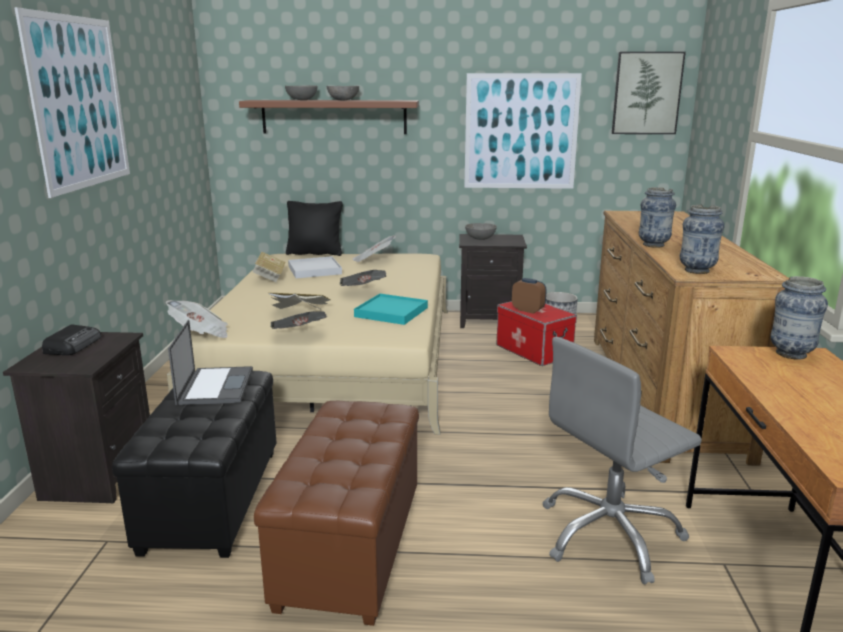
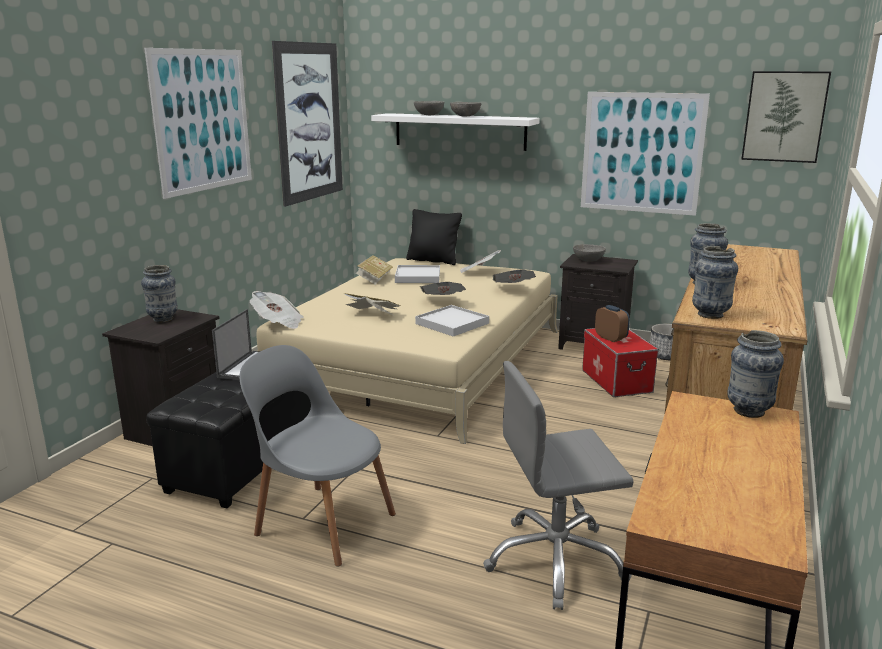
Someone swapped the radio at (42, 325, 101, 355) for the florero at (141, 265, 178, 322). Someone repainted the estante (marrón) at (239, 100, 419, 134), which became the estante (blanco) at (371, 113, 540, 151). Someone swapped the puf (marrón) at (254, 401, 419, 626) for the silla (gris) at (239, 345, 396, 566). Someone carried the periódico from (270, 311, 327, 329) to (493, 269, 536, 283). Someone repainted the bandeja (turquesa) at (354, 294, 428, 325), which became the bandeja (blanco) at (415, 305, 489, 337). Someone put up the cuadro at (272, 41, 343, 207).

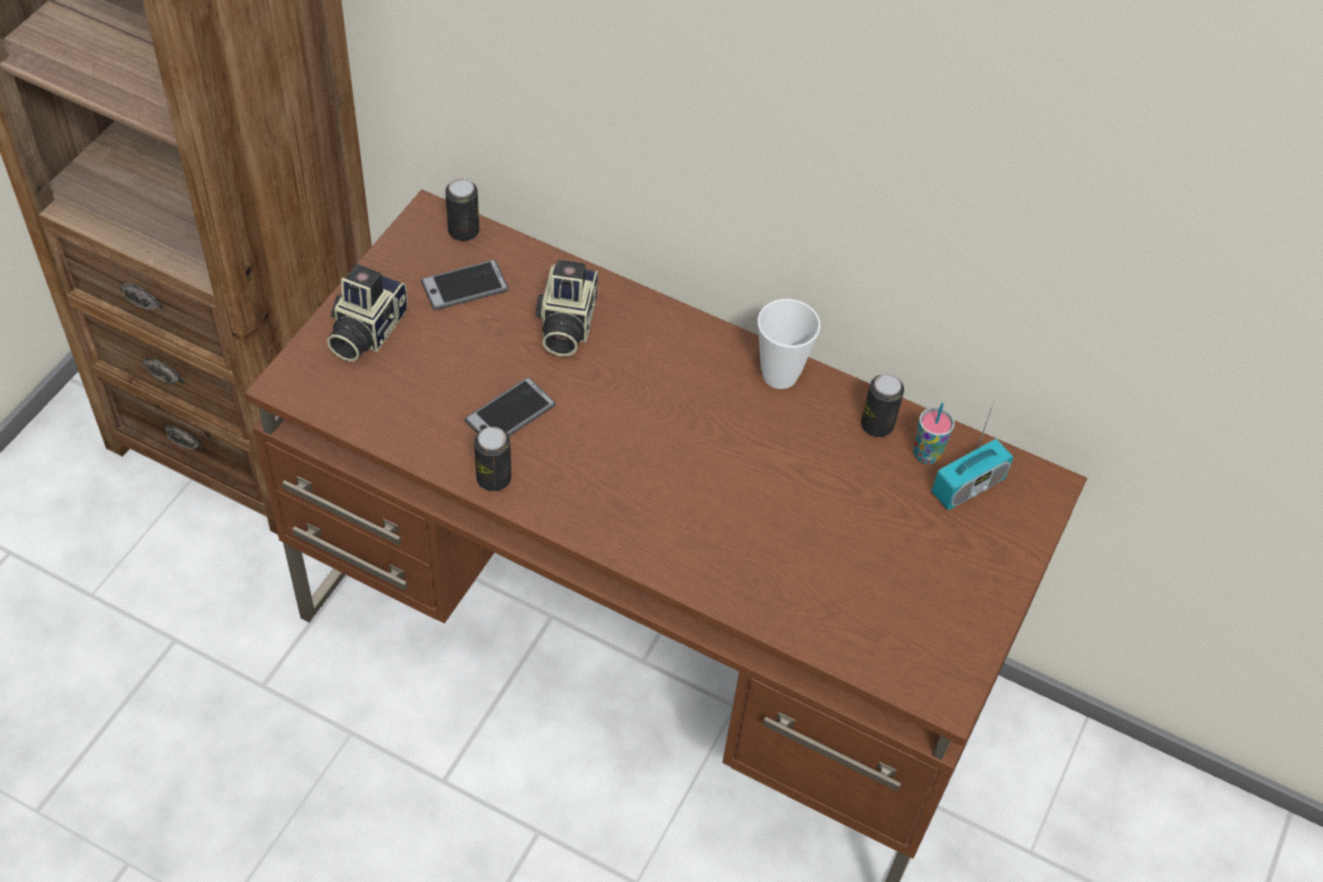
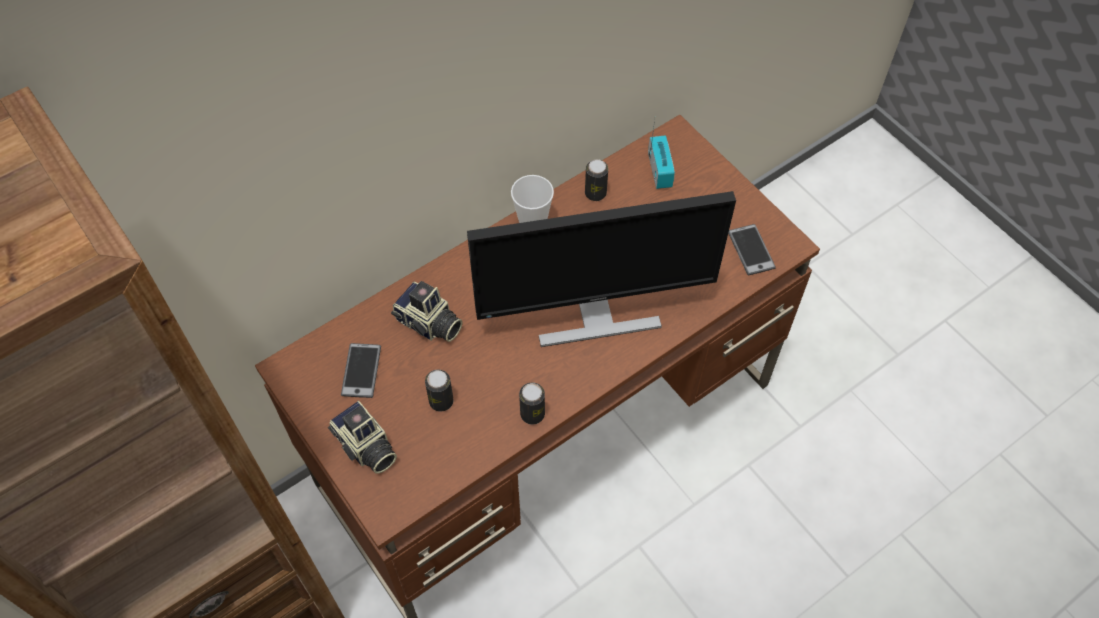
Someone carried the lata from (445, 178, 479, 241) to (425, 370, 454, 412). Someone carried the móvil from (464, 377, 556, 436) to (728, 224, 776, 276). Someone took away the taza at (914, 403, 955, 464). Someone put down the monitor at (467, 191, 736, 347).

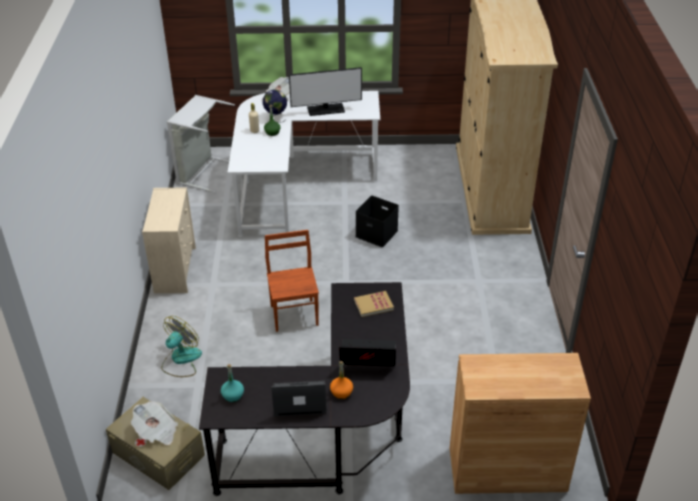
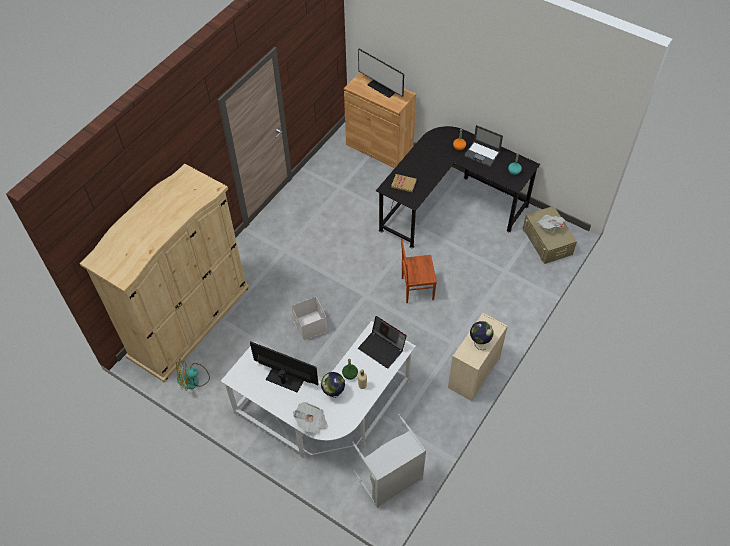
Someone carried the ventilador from (161, 316, 202, 377) to (176, 359, 210, 391). Someone rotated the silla (marrón) at (265, 230, 319, 332) by 60 degrees clockwise. Someone carried the portátil from (339, 339, 396, 366) to (358, 316, 407, 368). Someone repainted the caja de almacenaje (negro) at (356, 196, 399, 247), which became the caja de almacenaje (blanco) at (291, 297, 327, 341). Someone put down the monitor at (358, 49, 404, 98). Someone put down the globo terráqueo at (470, 321, 494, 350).

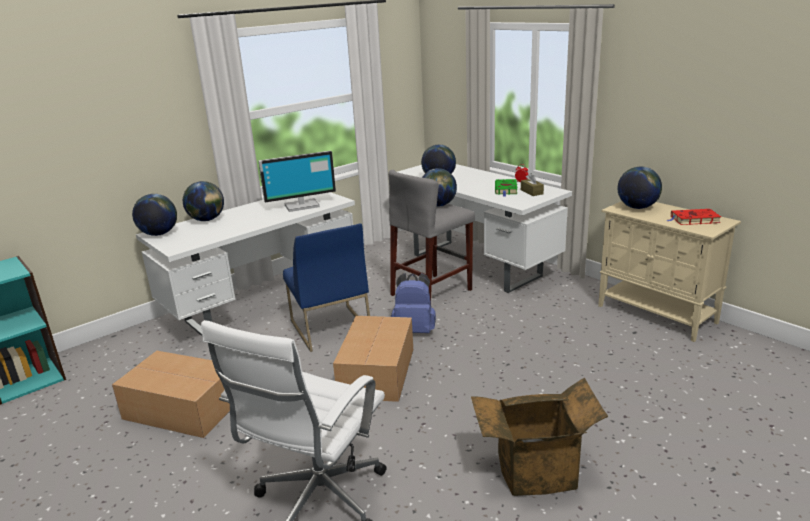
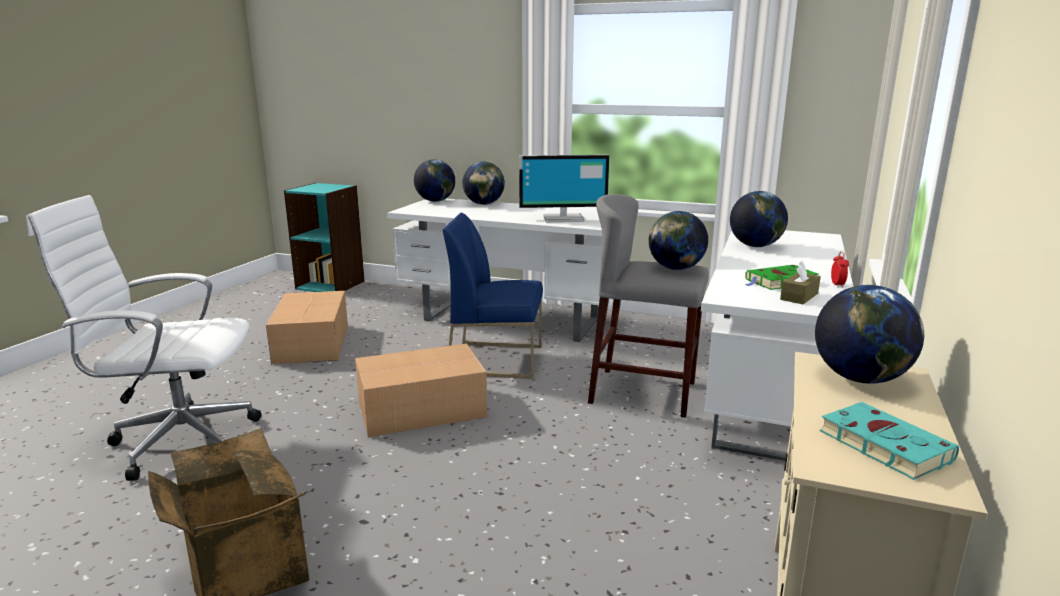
Someone rotated the monitor at (258, 151, 336, 212) by 45 degrees counterclockwise. Someone rotated the silla (azul) at (283, 224, 370, 352) by 60 degrees clockwise. Someone took away the mochila (azul) at (391, 273, 436, 333). Someone repainted the libro (rojo) at (667, 209, 721, 225), which became the libro (turquesa) at (820, 402, 959, 480).

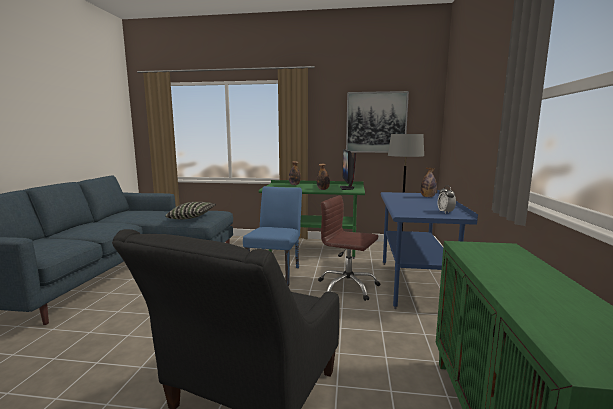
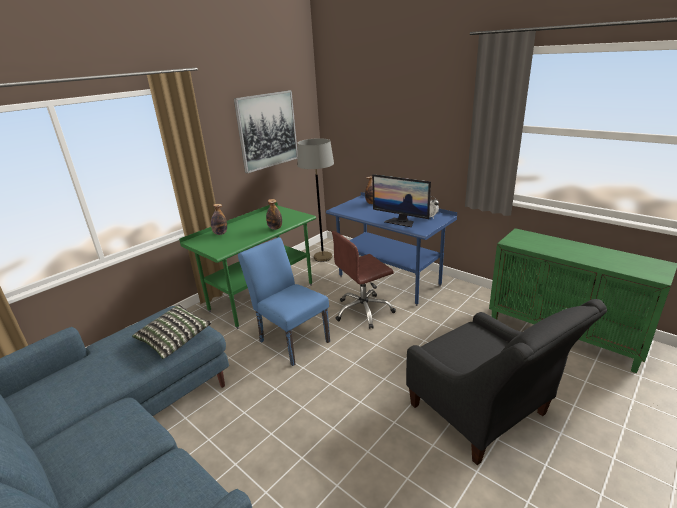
Someone carried the monitor from (340, 149, 356, 190) to (372, 174, 431, 227).

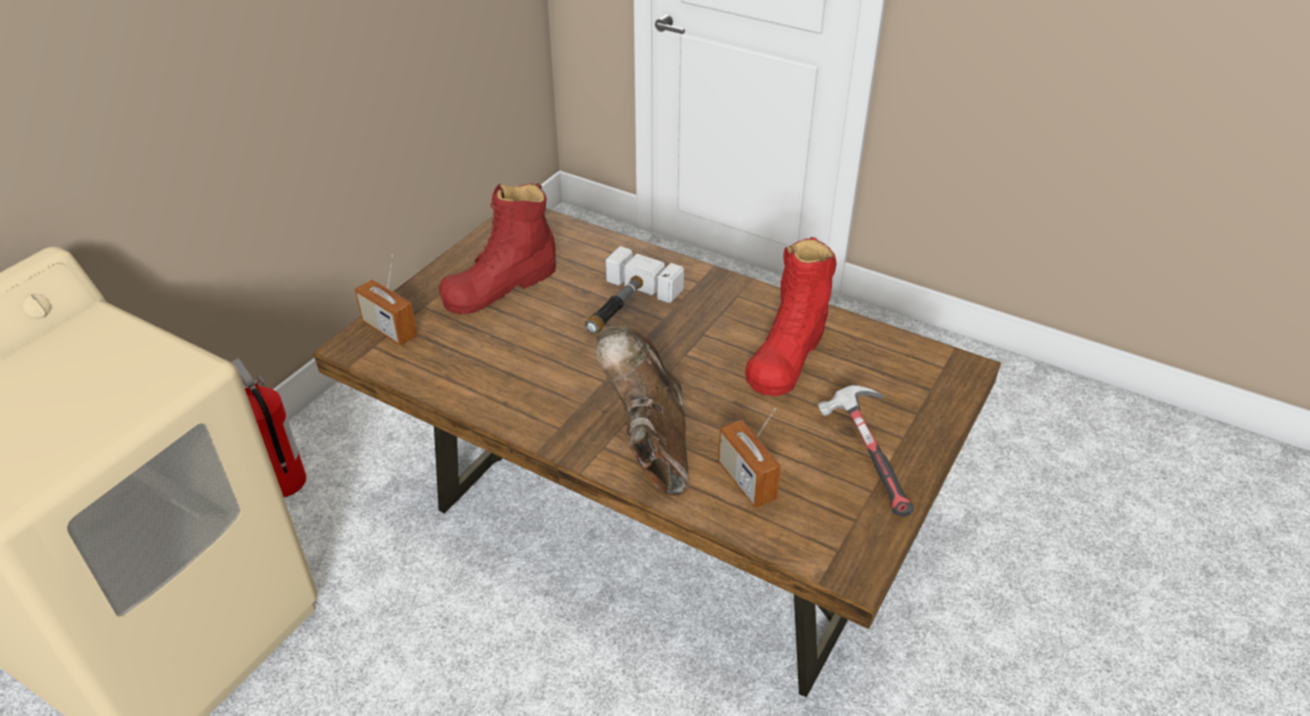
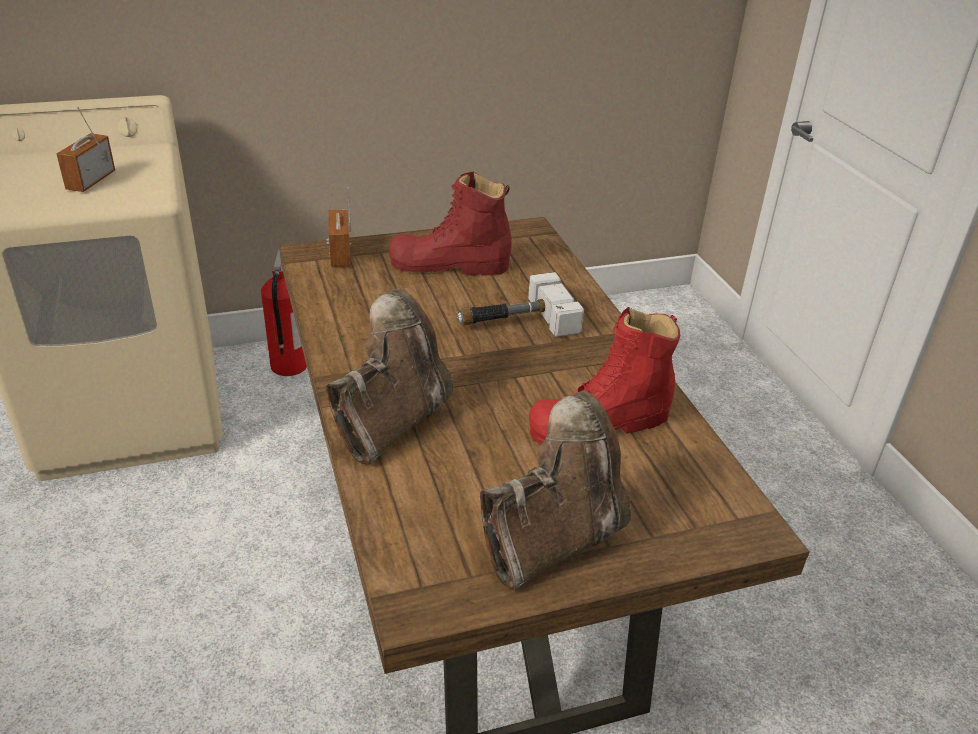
Someone carried the radio from (718, 408, 781, 508) to (57, 106, 115, 192). Someone swapped the martillo at (818, 385, 914, 517) for the bota (marrón) at (480, 391, 631, 590).

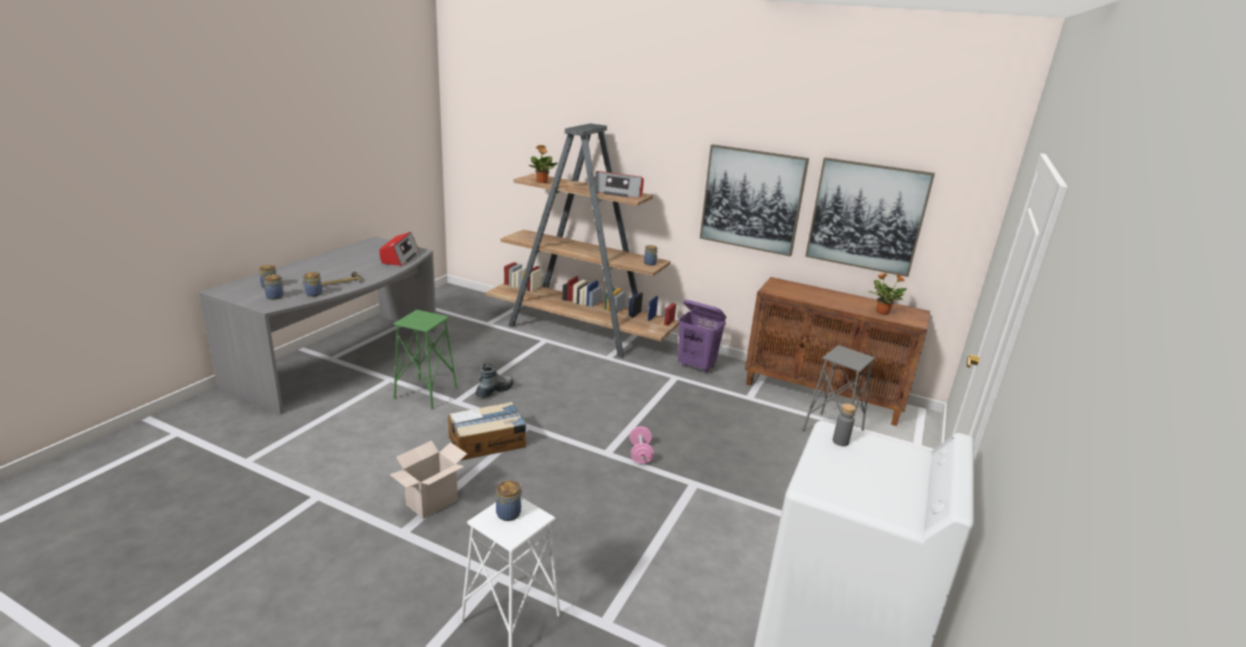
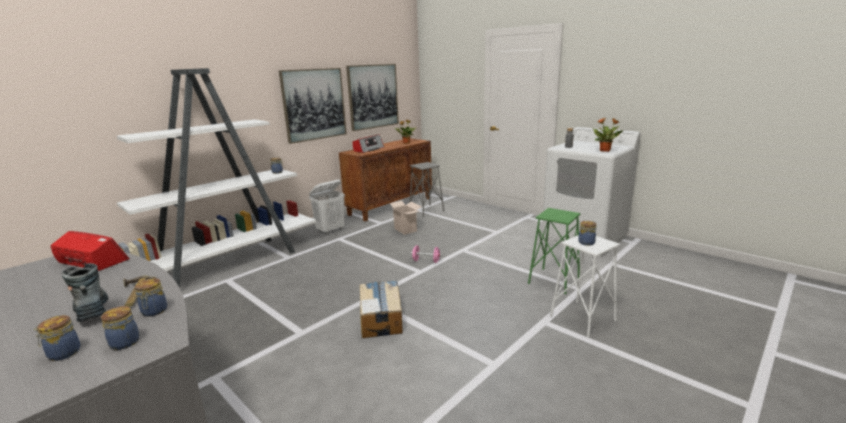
Someone carried the caja de cartón from (390, 441, 467, 519) to (388, 201, 422, 235). Someone carried the taburete (verde) from (394, 310, 457, 409) to (528, 208, 580, 294). Someone carried the bota from (475, 363, 513, 398) to (61, 263, 108, 322). Someone repainted the estantería (marrón) at (486, 123, 679, 358), which became the estantería (blanco) at (117, 68, 316, 288). Someone carried the planta en maceta from (529, 145, 558, 183) to (592, 118, 623, 152). Someone carried the radio from (595, 171, 644, 198) to (353, 134, 384, 153). Someone repainted the cesto de la ropa (morado) at (678, 300, 726, 374), which became the cesto de la ropa (blanco) at (309, 180, 345, 235).

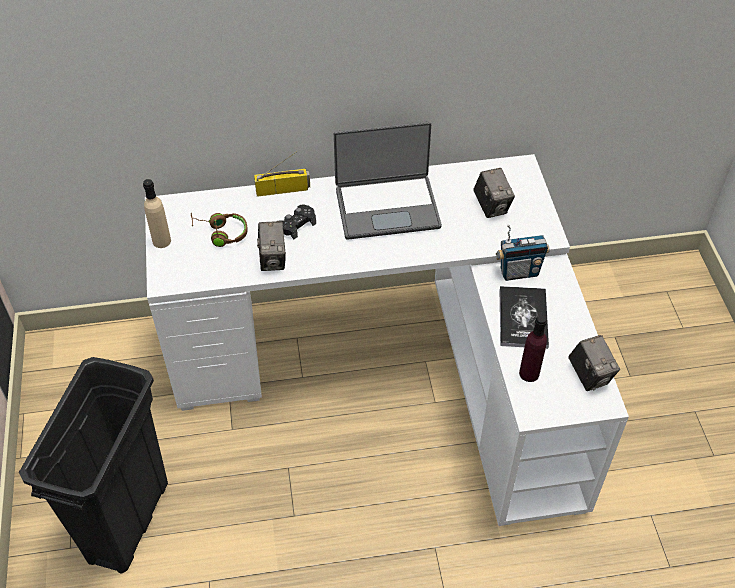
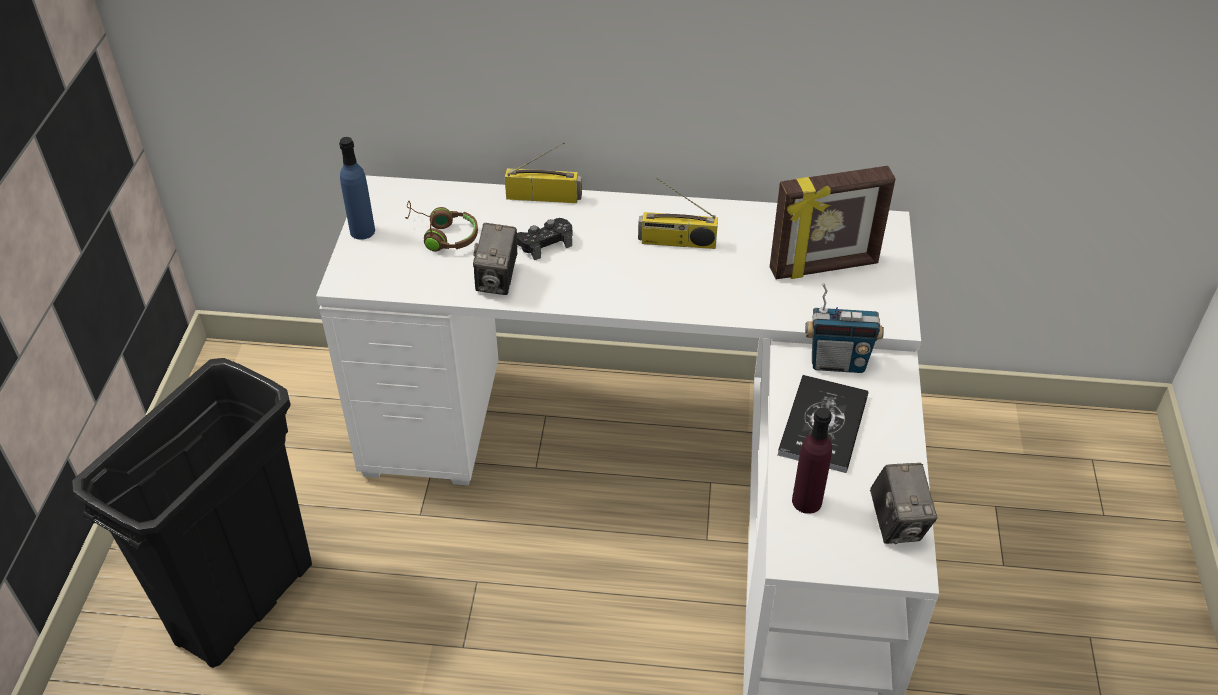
Someone repainted the botella (beis) at (143, 179, 171, 248), which became the botella (azul) at (339, 137, 375, 240). Someone swapped the portátil at (334, 121, 442, 239) for the radio at (638, 178, 718, 249). Someone swapped the cámara at (473, 168, 515, 218) for the portarretratos at (770, 166, 896, 280).

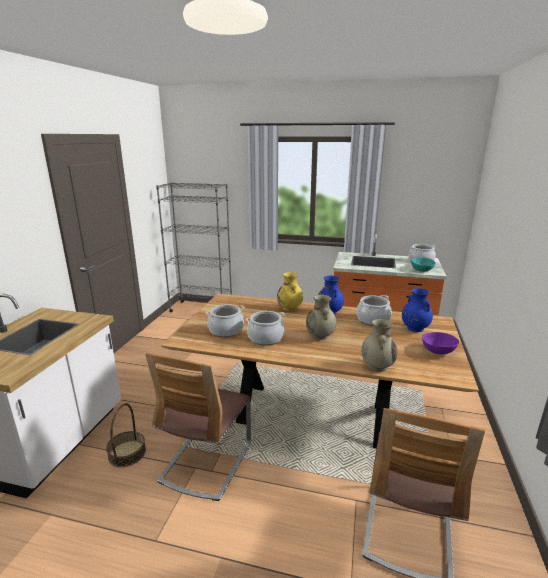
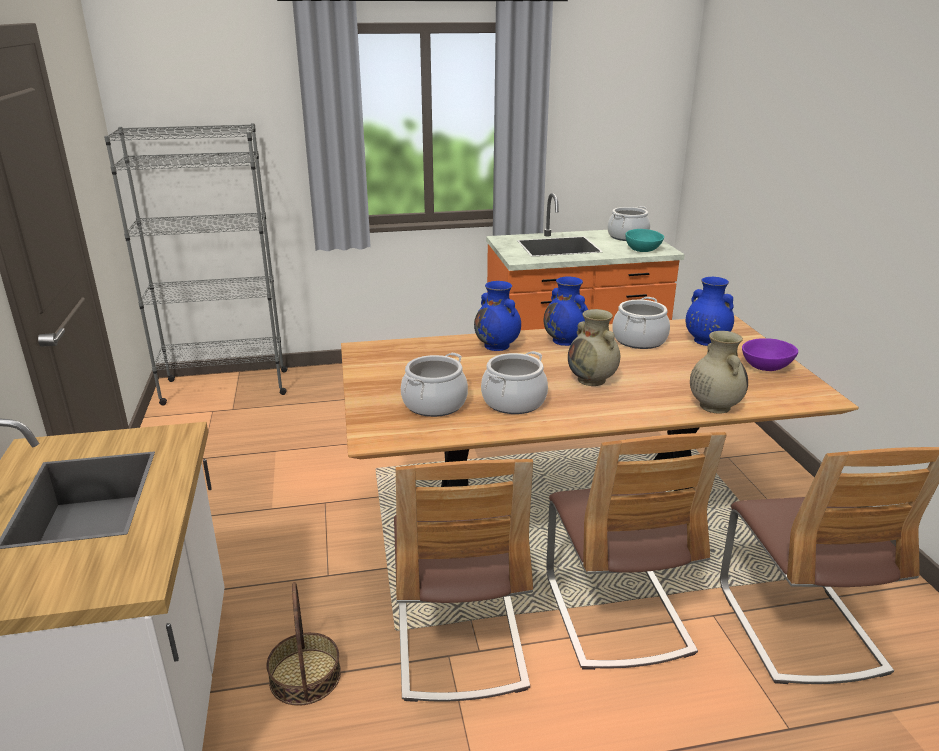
Someone repainted the florero (amarillo) at (277, 272, 303, 311), which became the florero (azul) at (474, 281, 521, 351). Someone put down the silla at (546, 432, 726, 670).

